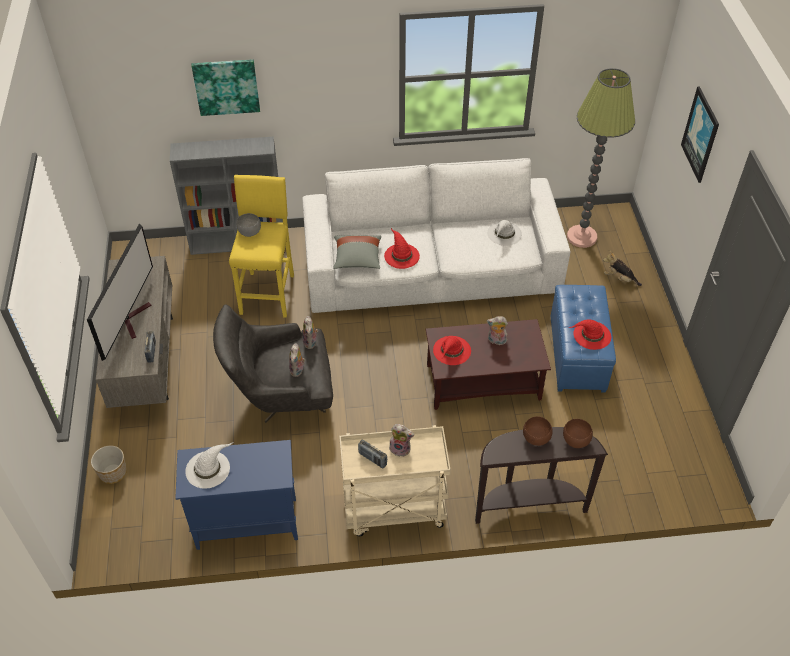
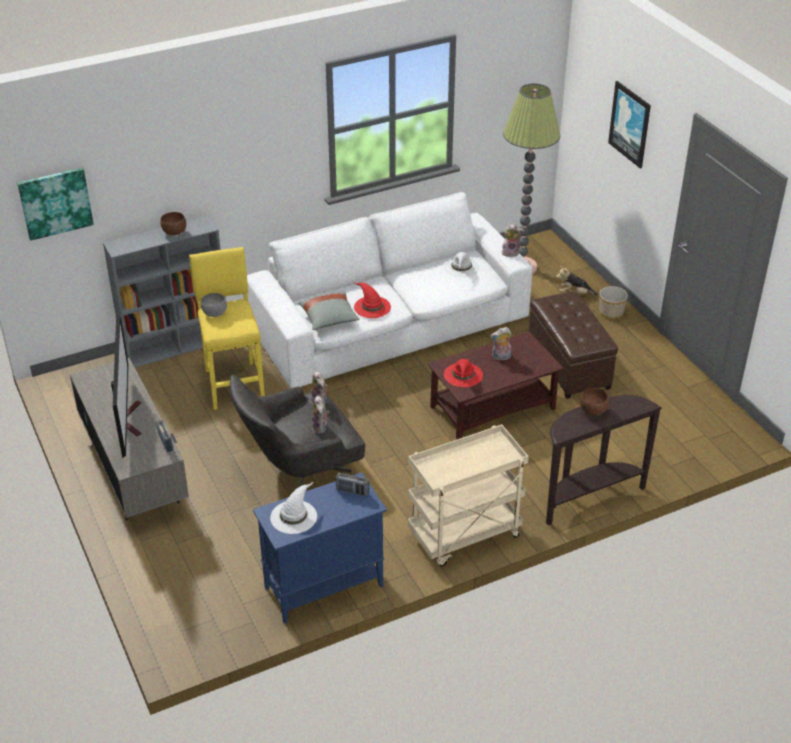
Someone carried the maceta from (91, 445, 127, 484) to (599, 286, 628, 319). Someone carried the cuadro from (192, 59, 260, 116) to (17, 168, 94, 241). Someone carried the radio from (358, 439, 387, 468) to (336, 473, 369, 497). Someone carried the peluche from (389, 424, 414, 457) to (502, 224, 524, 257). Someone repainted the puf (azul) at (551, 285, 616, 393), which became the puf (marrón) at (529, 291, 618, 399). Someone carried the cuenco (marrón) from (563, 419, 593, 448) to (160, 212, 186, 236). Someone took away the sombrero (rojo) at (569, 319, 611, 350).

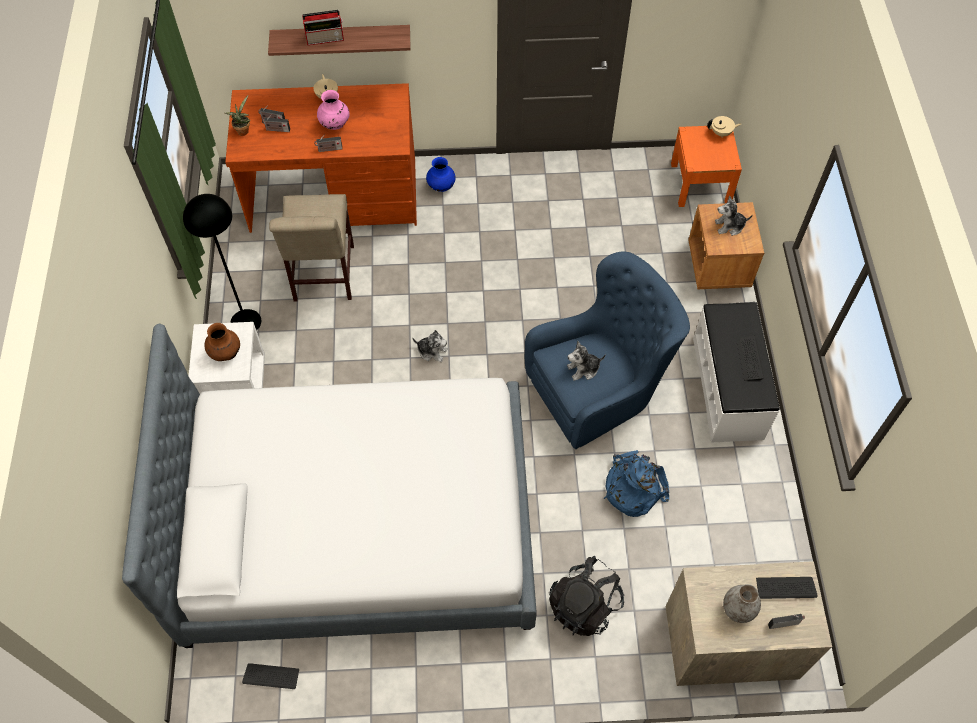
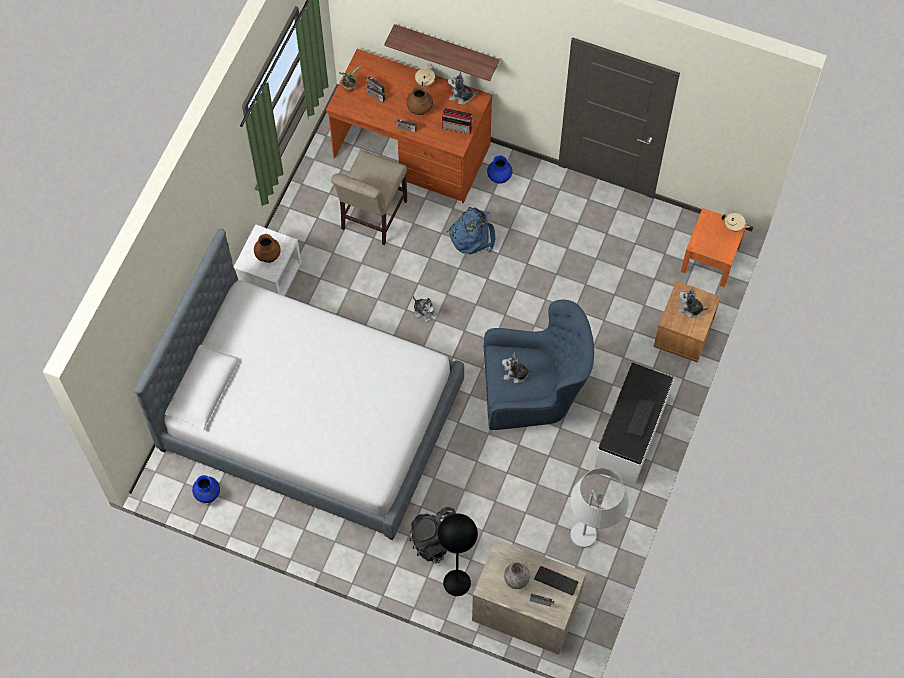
Someone carried the lámpara de pie (negro) from (183, 194, 261, 331) to (437, 514, 478, 596). Someone swapped the teclado at (242, 663, 299, 689) for the florero (azul) at (192, 475, 220, 503). Someone carried the radio from (302, 10, 344, 45) to (442, 108, 474, 134). Someone repainted the florero (rosa) at (317, 90, 350, 130), which became the florero (marrón) at (406, 85, 433, 115). Someone carried the mochila (azul) from (604, 450, 669, 517) to (447, 207, 495, 254). Someone put down the peluche at (448, 72, 478, 104). Someone put down the lámpara de pie (blanco) at (570, 468, 629, 548).

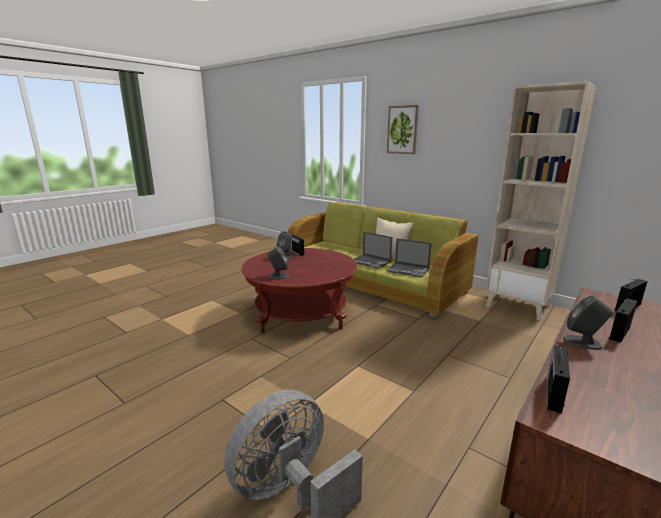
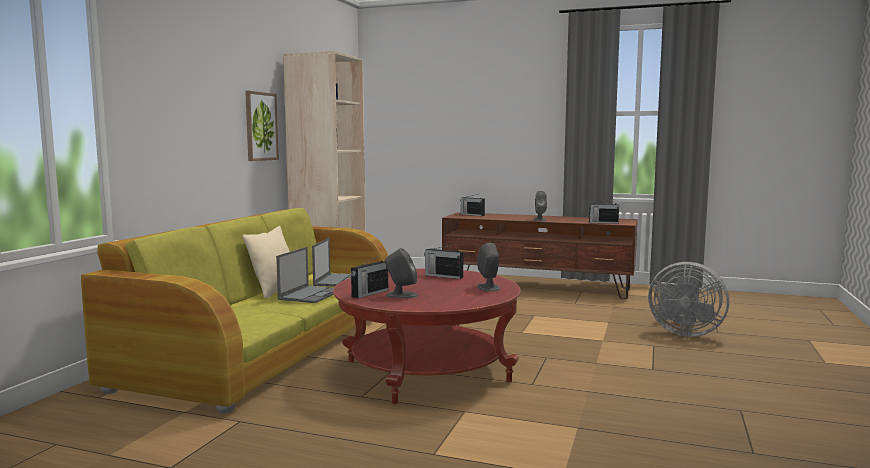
Someone carried the cuadro from (387, 105, 419, 154) to (245, 91, 279, 161). Someone carried the radio from (610, 298, 637, 343) to (424, 244, 463, 279).

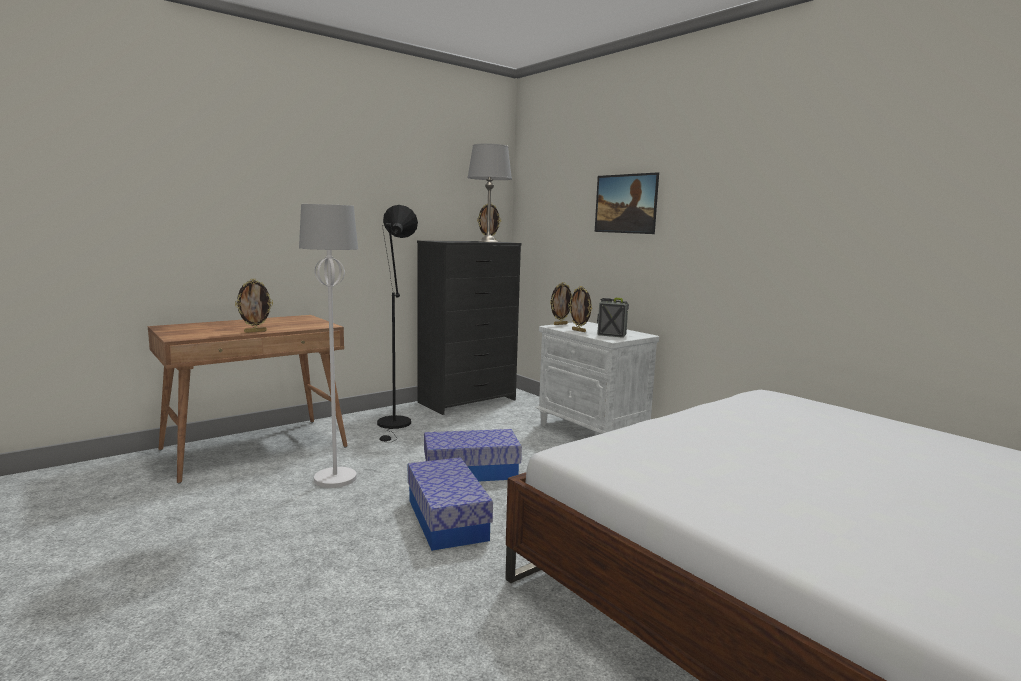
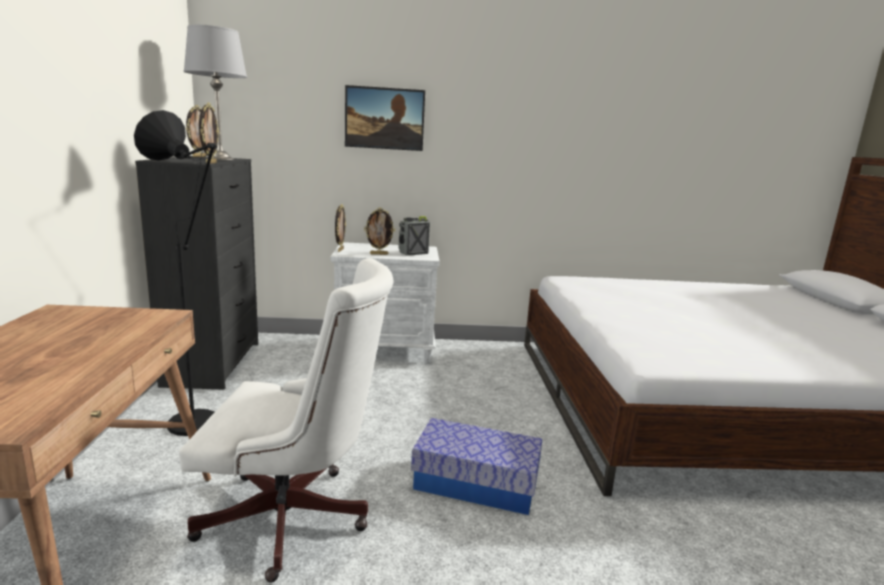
Someone carried the portarretratos from (235, 279, 273, 333) to (199, 103, 219, 164). Someone swapped the lámpara de pie (blanco) at (299, 204, 358, 488) for the silla de oficina (blanco) at (179, 258, 394, 583). Someone took away the caja de almacenaje at (424, 429, 522, 482).

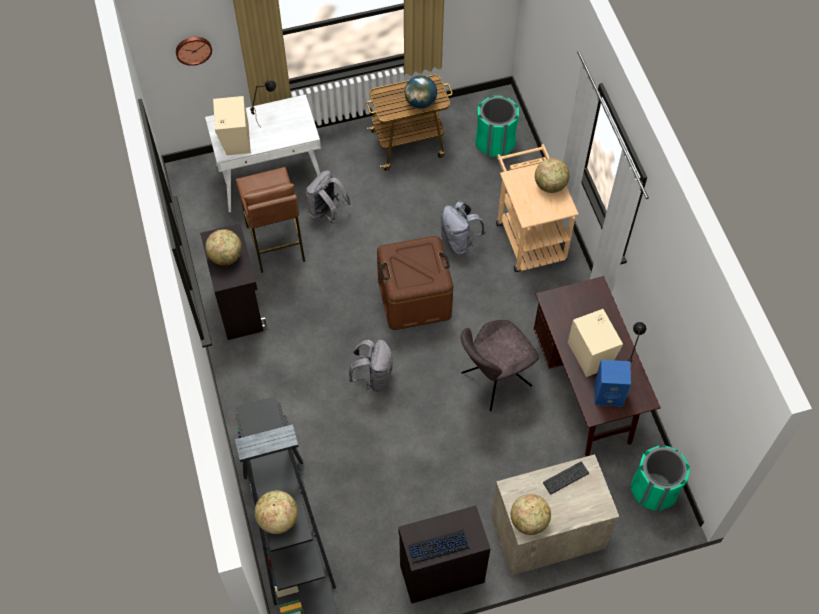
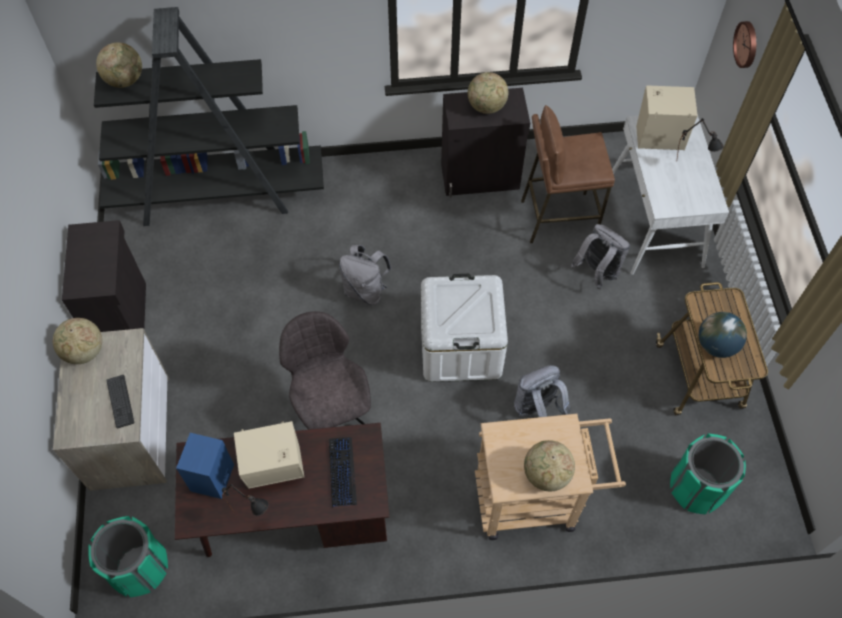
Someone repainted the caja de almacenaje (marrón) at (377, 236, 453, 330), which became the caja de almacenaje (blanco) at (421, 274, 508, 382). Someone carried the teclado from (407, 530, 469, 564) to (329, 437, 357, 507).

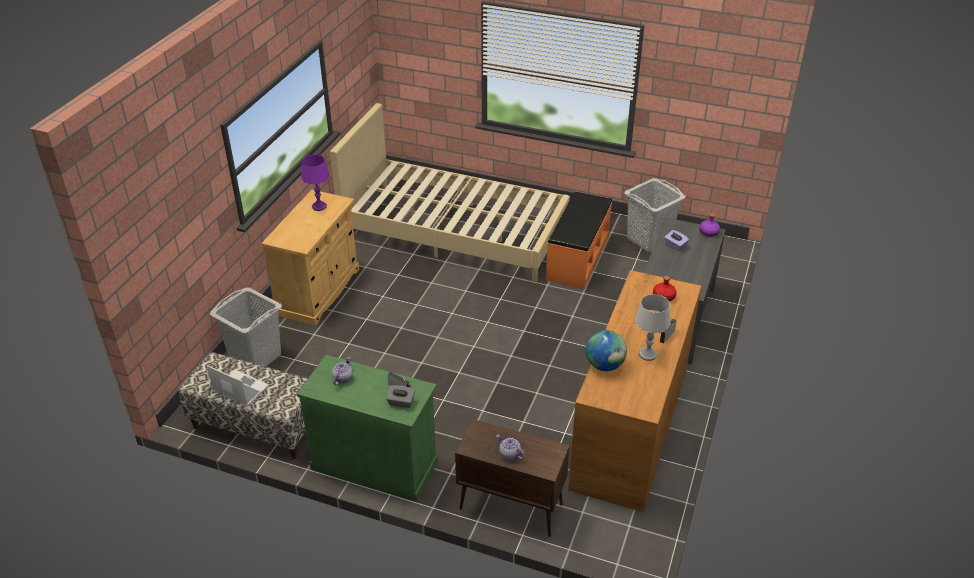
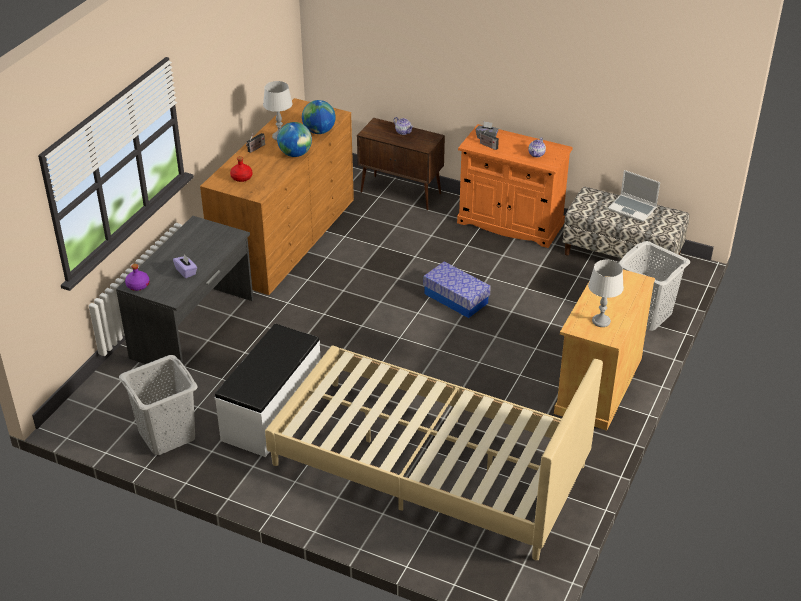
Someone repainted the armario (verde) at (297, 355, 438, 502), which became the armario (naranja) at (457, 124, 573, 248). Someone repainted the lámpara de mesa (morado) at (301, 155, 330, 211), which became the lámpara de mesa (gris) at (588, 260, 624, 327). Someone repainted the banco (naranja) at (546, 192, 612, 289), which became the banco (blanco) at (215, 324, 321, 457). Someone put down the globo terráqueo at (277, 122, 312, 157). Someone put down the caja de almacenaje at (423, 262, 491, 318).

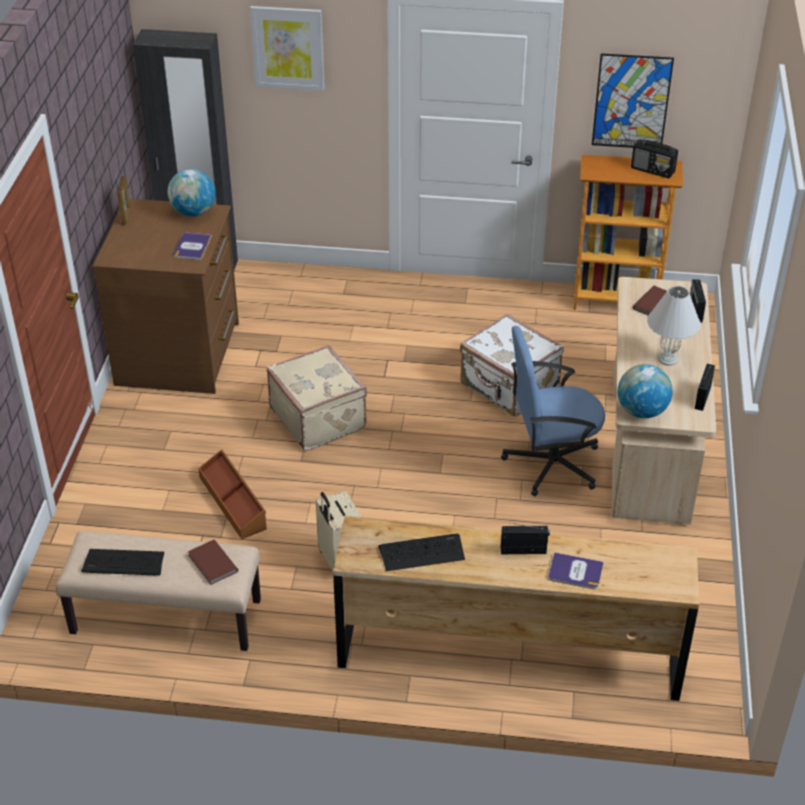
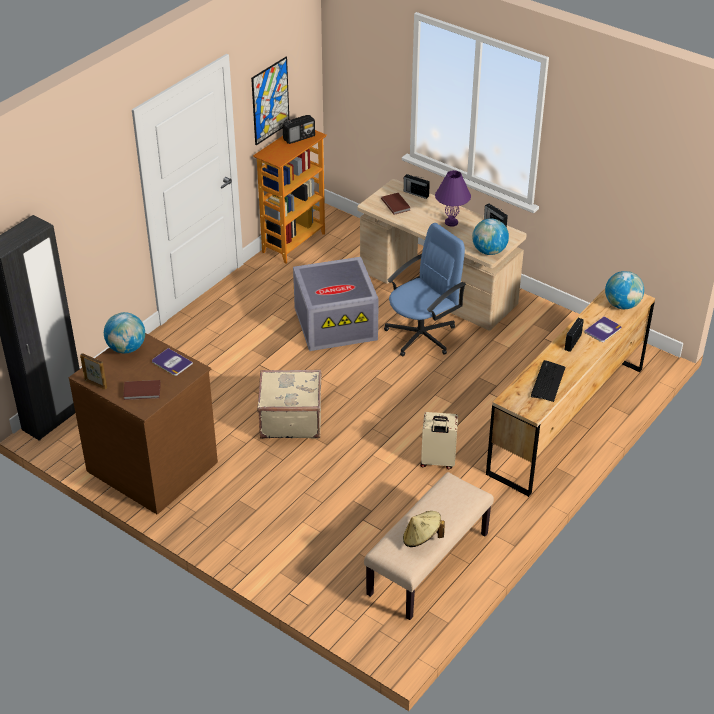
Someone swapped the teclado at (81, 549, 164, 575) for the sombrero (beis) at (403, 511, 445, 547). Someone carried the libro (marrón) from (188, 539, 238, 585) to (123, 380, 161, 400). Someone took away the caja de almacenaje (marrón) at (198, 449, 267, 540). Someone took away the cuadro at (250, 6, 324, 91). Someone swapped the maleta (blanco) at (460, 314, 564, 417) for the caja de almacenaje (gris) at (293, 257, 379, 351). Someone rotated the silla de oficina (azul) at (501, 326, 605, 497) by 150 degrees counterclockwise. Someone repainted the lámpara de mesa (blanco) at (647, 286, 701, 366), which became the lámpara de mesa (morado) at (435, 170, 471, 227). Someone put down the globo terráqueo at (605, 271, 644, 309).

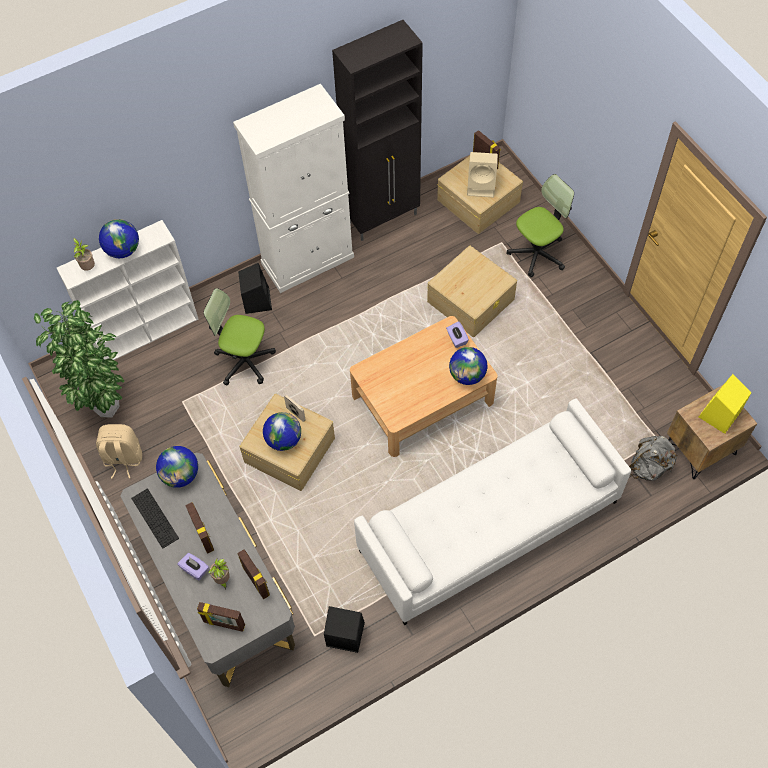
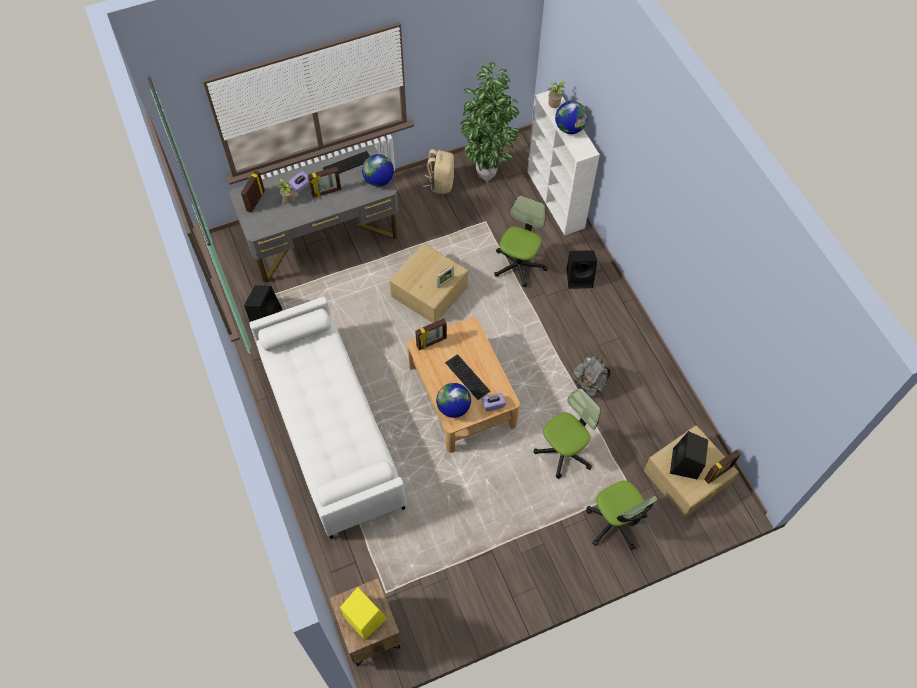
Someone took away the armario (blanco) at (233, 84, 354, 293). Someone carried the portarretratos from (237, 549, 270, 599) to (415, 318, 447, 350). Someone took away the globo terráqueo at (263, 412, 301, 451). Someone took away the armario (negro) at (332, 20, 423, 241). Someone swapped the caja de almacenaje (beis) at (427, 246, 517, 337) for the silla de oficina at (533, 389, 601, 479). Someone repainted the altavoz (beis) at (467, 152, 498, 197), which became the altavoz (negro) at (670, 431, 708, 479). Someone carried the mochila (gris) from (629, 436, 678, 481) to (573, 356, 611, 396). Someone put down the teclado at (445, 354, 490, 400).

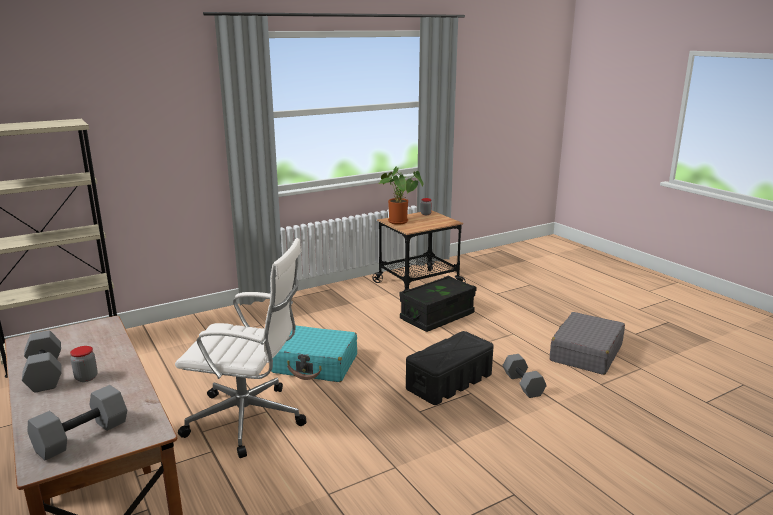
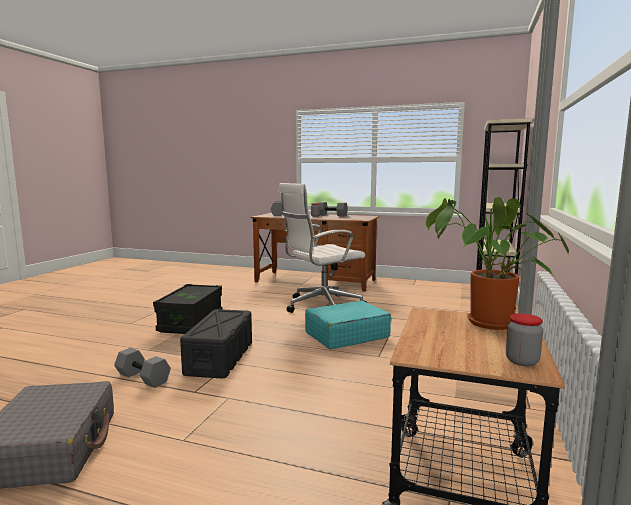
Someone carried the caja de almacenaje (negro) from (399, 276, 476, 332) to (153, 284, 222, 334).

